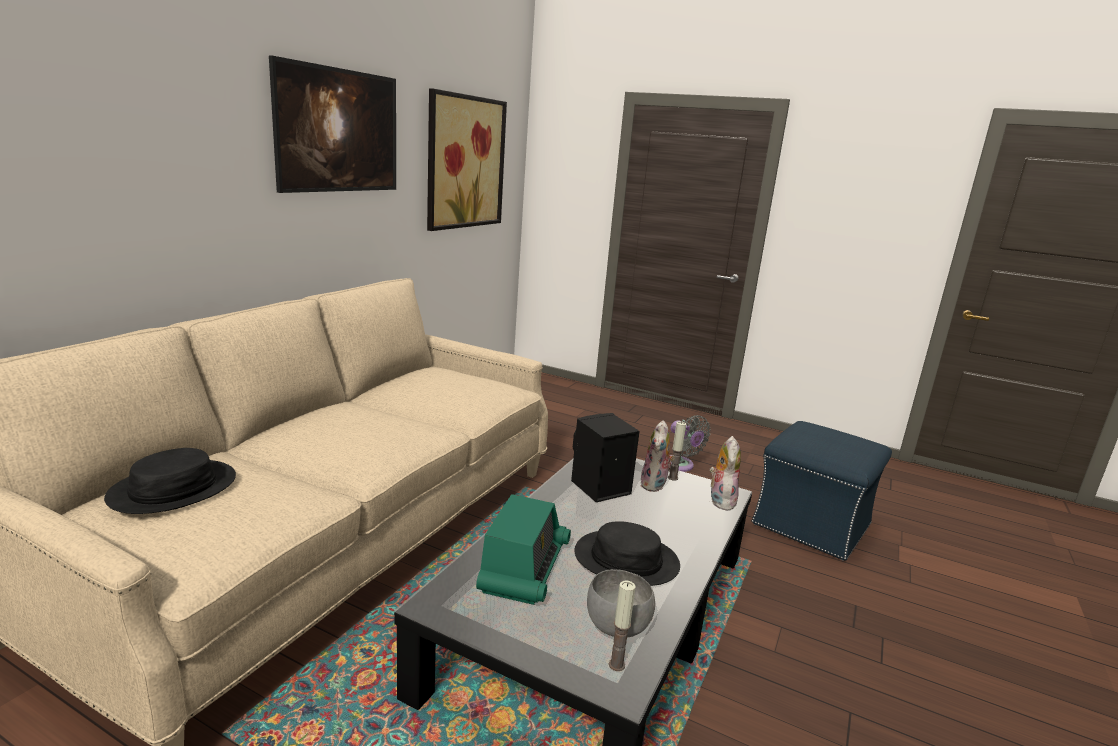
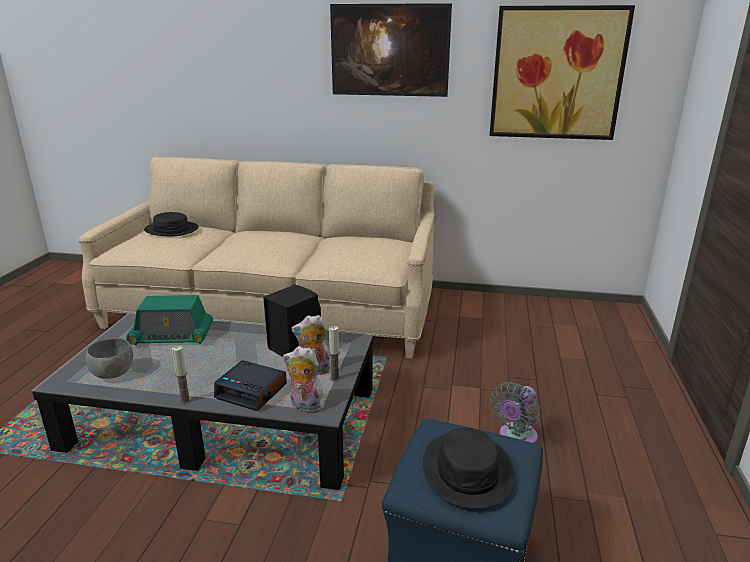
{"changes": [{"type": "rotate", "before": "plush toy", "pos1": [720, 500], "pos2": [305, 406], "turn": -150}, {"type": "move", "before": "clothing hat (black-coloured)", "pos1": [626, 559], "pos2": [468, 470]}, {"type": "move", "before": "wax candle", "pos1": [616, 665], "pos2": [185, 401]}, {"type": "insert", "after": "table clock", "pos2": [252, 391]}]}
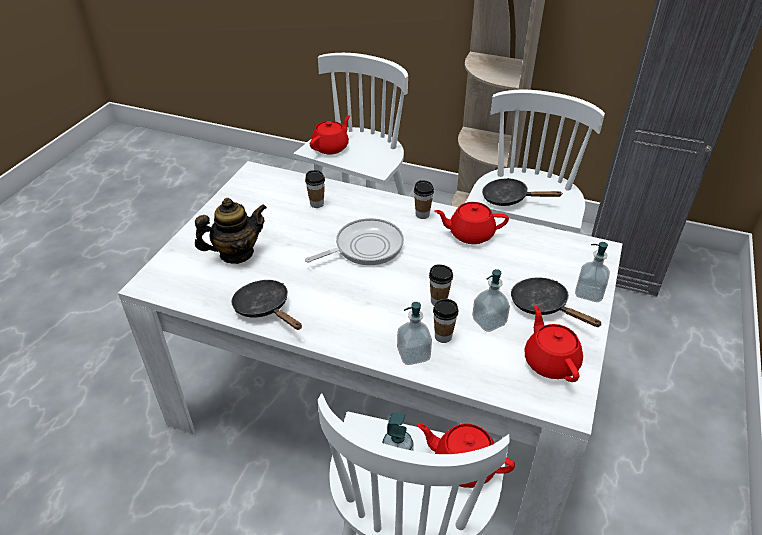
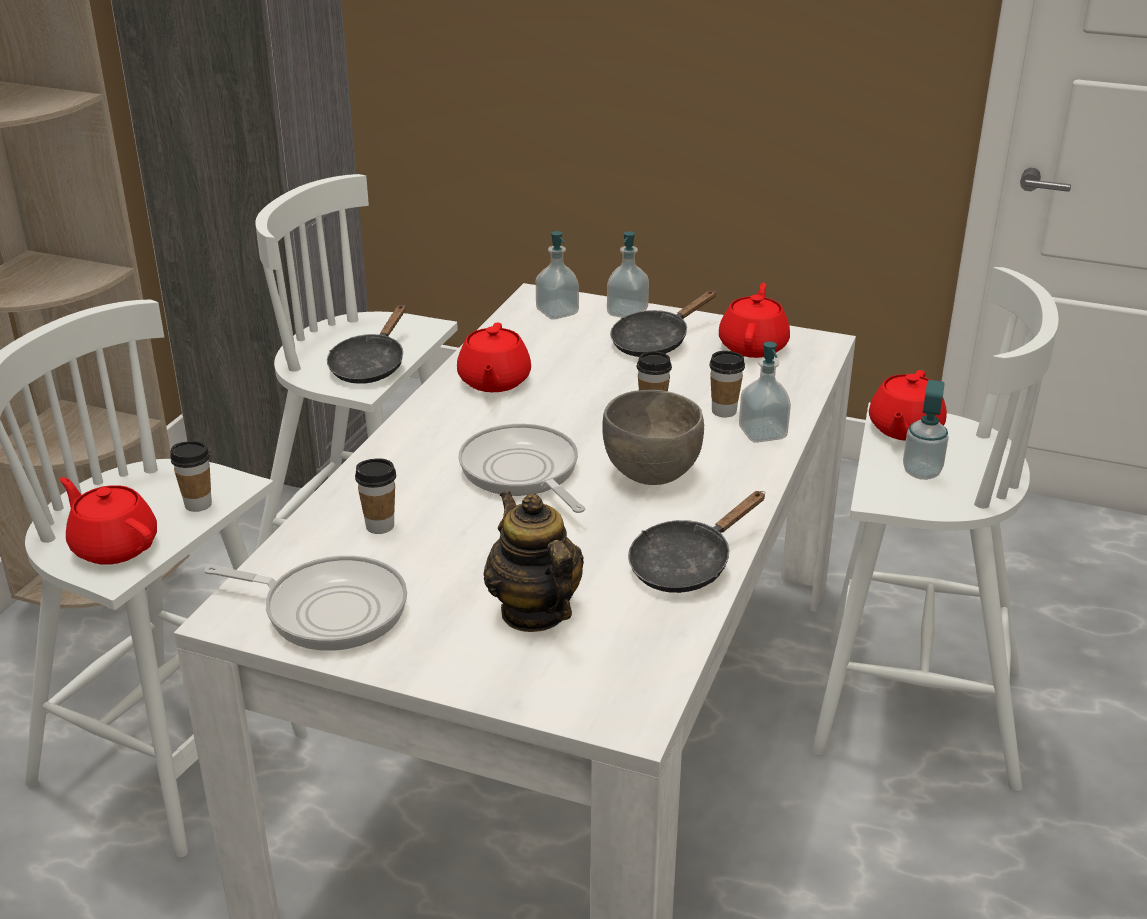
{"changes": [{"type": "move", "before": "small cup", "pos1": [422, 214], "pos2": [198, 504]}, {"type": "move", "before": "liquid soap bottle", "pos1": [489, 321], "pos2": [557, 312]}, {"type": "rotate", "before": "tea pot (reddish)", "pos1": [550, 361], "pos2": [753, 346], "turn": 120}, {"type": "insert", "after": "bowl (greyish)", "pos2": [651, 474]}, {"type": "insert", "after": "frying pan", "pos2": [328, 609]}]}
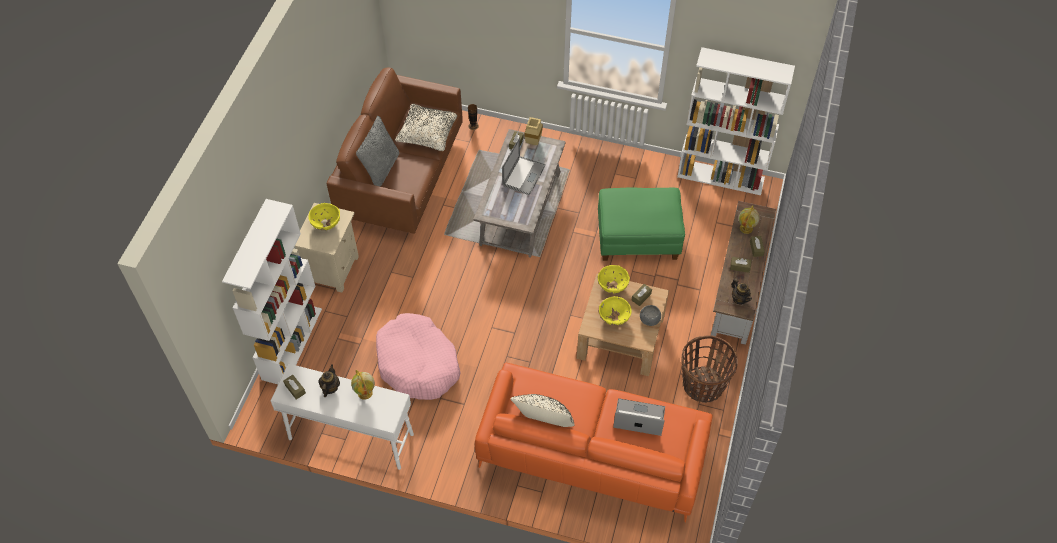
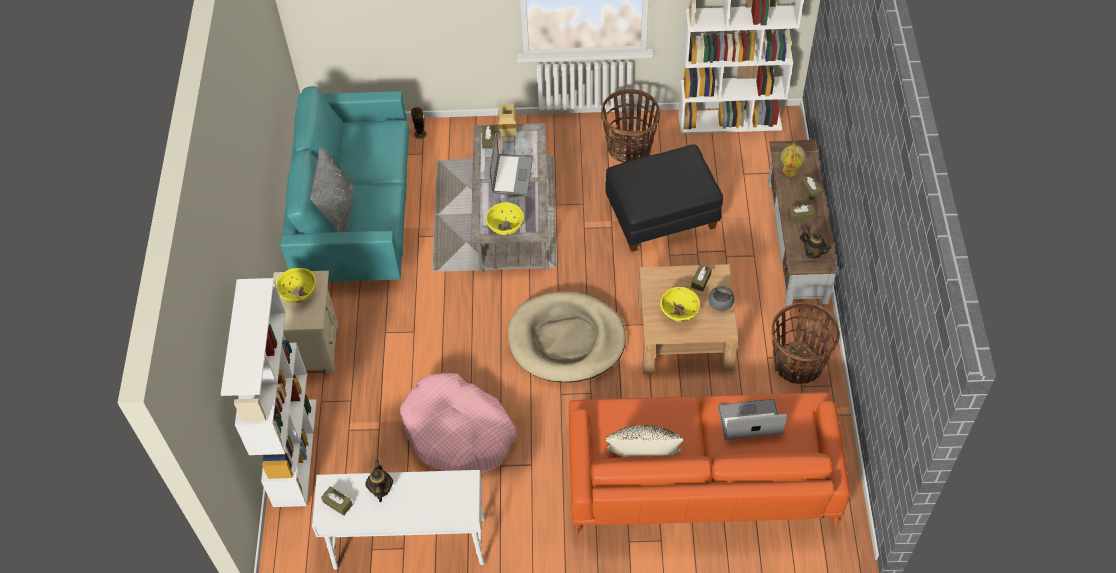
{"changes": [{"type": "recolor", "before": "couch (brownish)", "after": "couch (turquoise-coloured)", "pos1": [402, 177], "pos2": [357, 216]}, {"type": "delete", "before": "cushion (sand-coloured)", "pos1": [427, 132]}, {"type": "recolor", "before": "footrest (green-coloured)", "after": "footrest (black-coloured)", "pos1": [638, 238], "pos2": [661, 215]}, {"type": "move", "before": "bowl (yellow-coloured)", "pos1": [612, 286], "pos2": [505, 227]}, {"type": "delete", "before": "desk globe", "pos1": [365, 393]}, {"type": "insert", "after": "basket", "pos2": [629, 148]}, {"type": "insert", "after": "dog cushion (sand-coloured)", "pos2": [566, 340]}]}
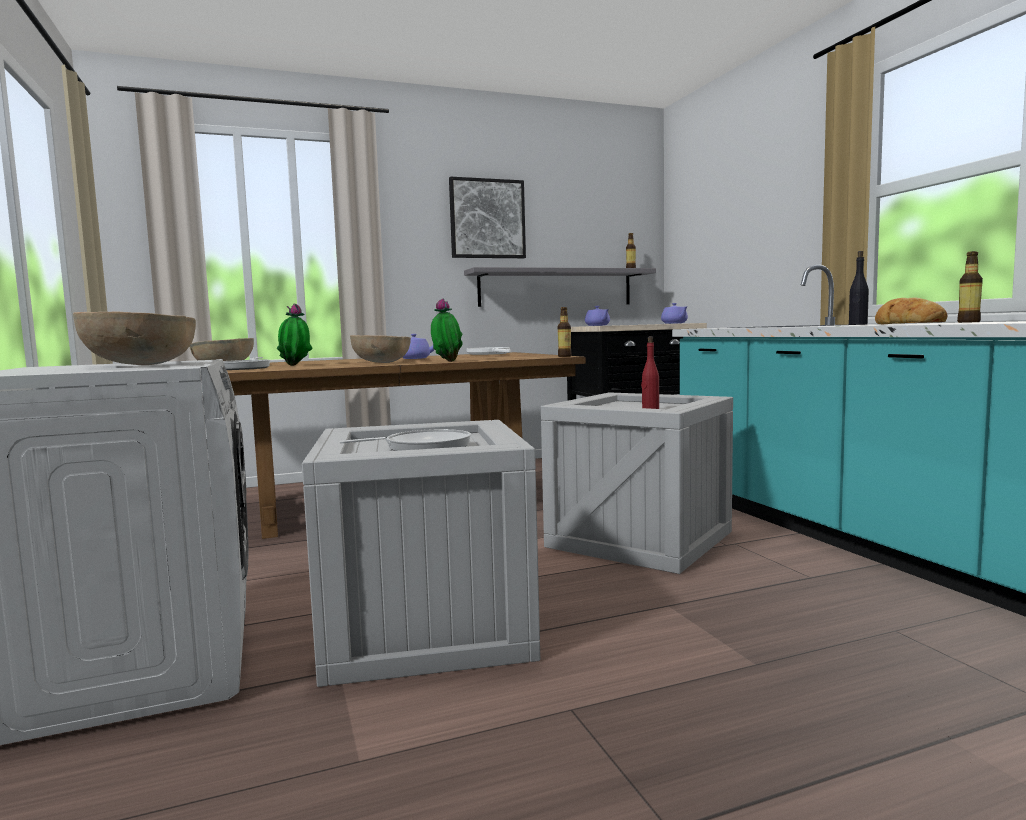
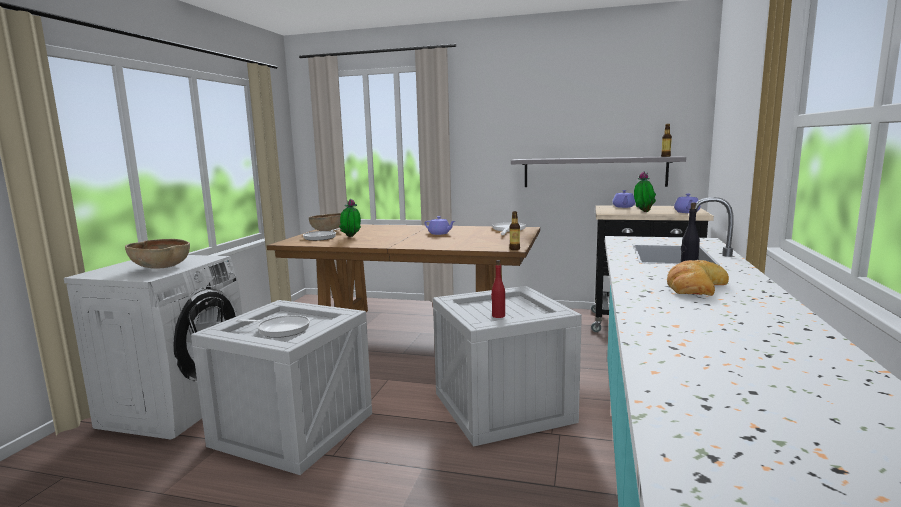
{"changes": [{"type": "delete", "before": "wall picture", "pos1": [487, 219]}, {"type": "delete", "before": "beverage bottle", "pos1": [968, 322]}, {"type": "move", "before": "potted plant", "pos1": [446, 361], "pos2": [643, 212]}, {"type": "delete", "before": "bowl (brownish)", "pos1": [381, 363]}]}
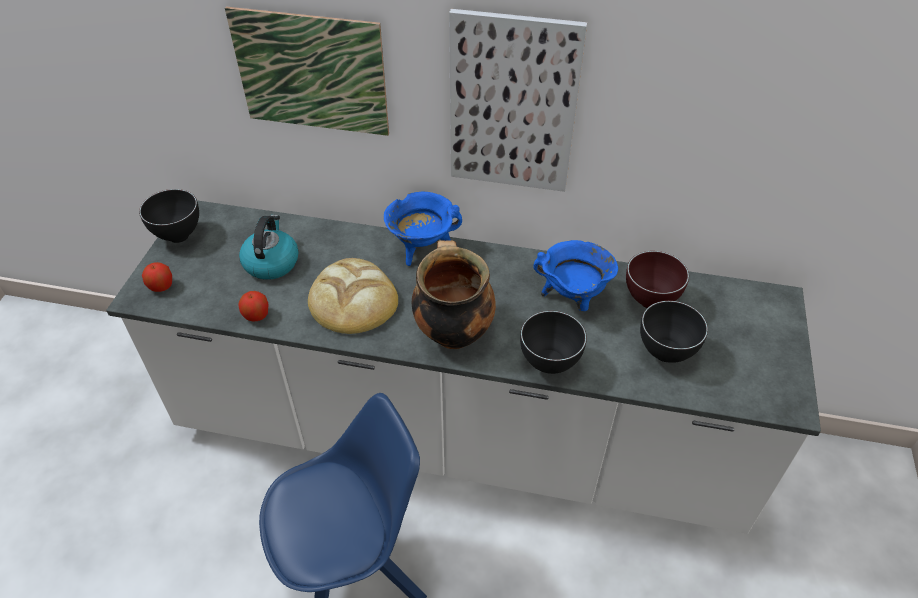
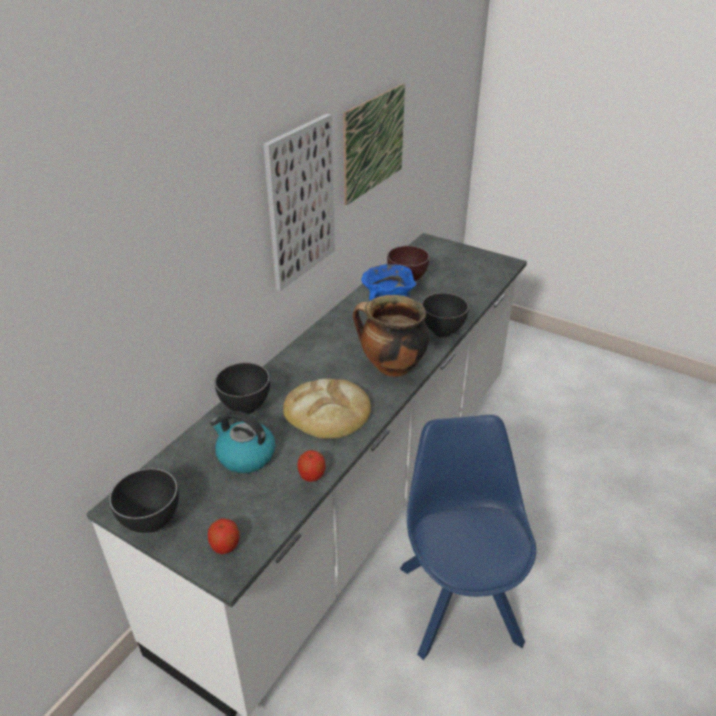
{"changes": [{"type": "move", "before": "wall picture", "pos1": [311, 73], "pos2": [374, 143]}, {"type": "delete", "before": "saucepot (blue-coloured)", "pos1": [422, 249]}, {"type": "move", "before": "bowl (black-coloured)", "pos1": [663, 353], "pos2": [245, 409]}]}
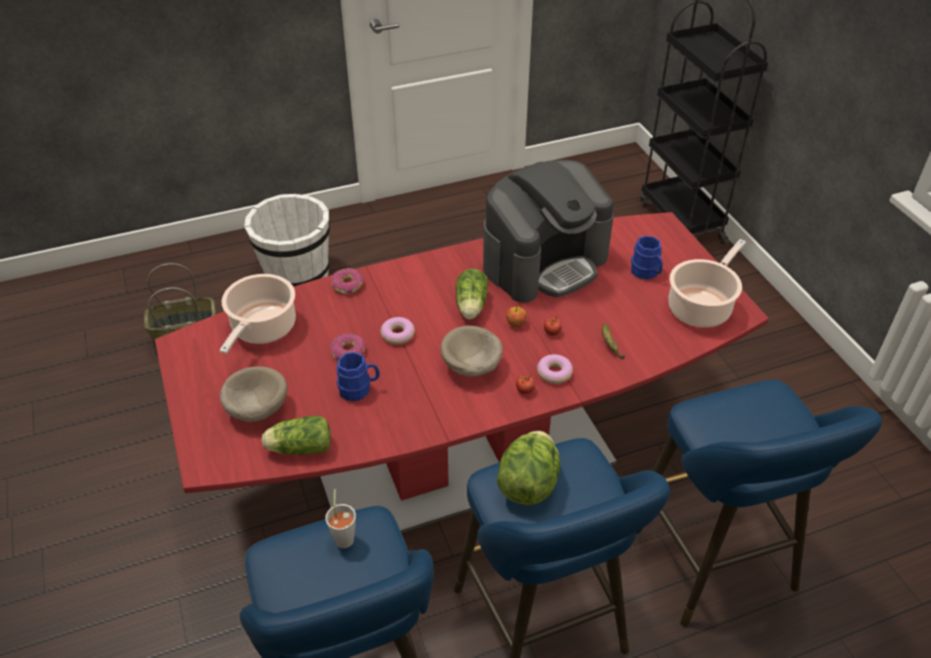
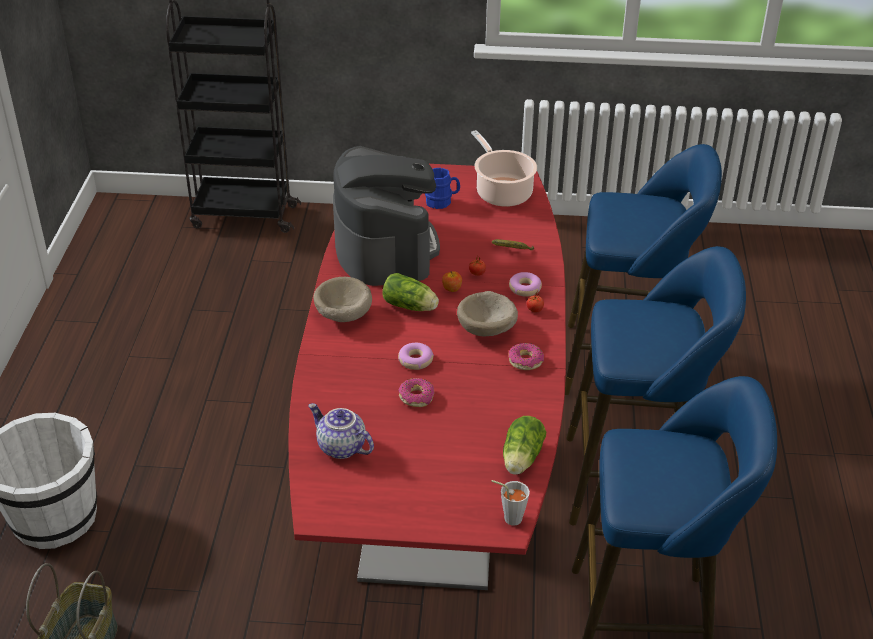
{"changes": [{"type": "move", "before": "ring doughnut", "pos1": [348, 285], "pos2": [525, 361]}, {"type": "replace", "before": "saucepot", "after": "tea pot", "pos1": [262, 329], "pos2": [340, 447]}, {"type": "delete", "before": "tea mug (blue-coloured)", "pos1": [359, 389]}, {"type": "move", "before": "bowl (sand-coloured)", "pos1": [256, 408], "pos2": [342, 316]}, {"type": "delete", "before": "lettuce", "pos1": [528, 484]}, {"type": "move", "before": "small cup (greyish)", "pos1": [344, 536], "pos2": [509, 517]}]}
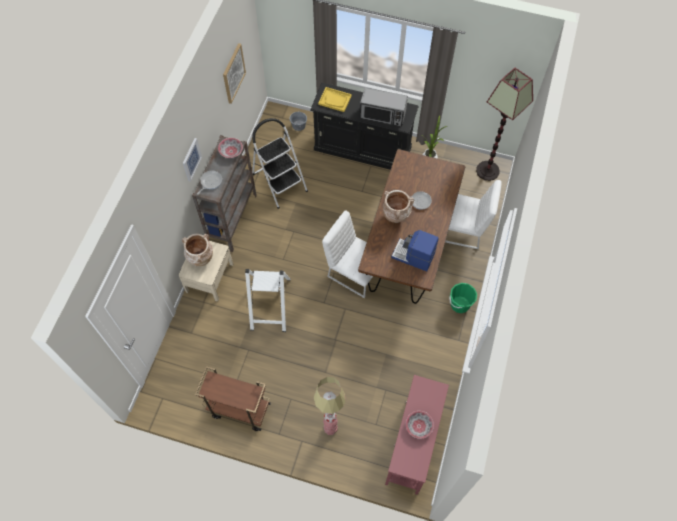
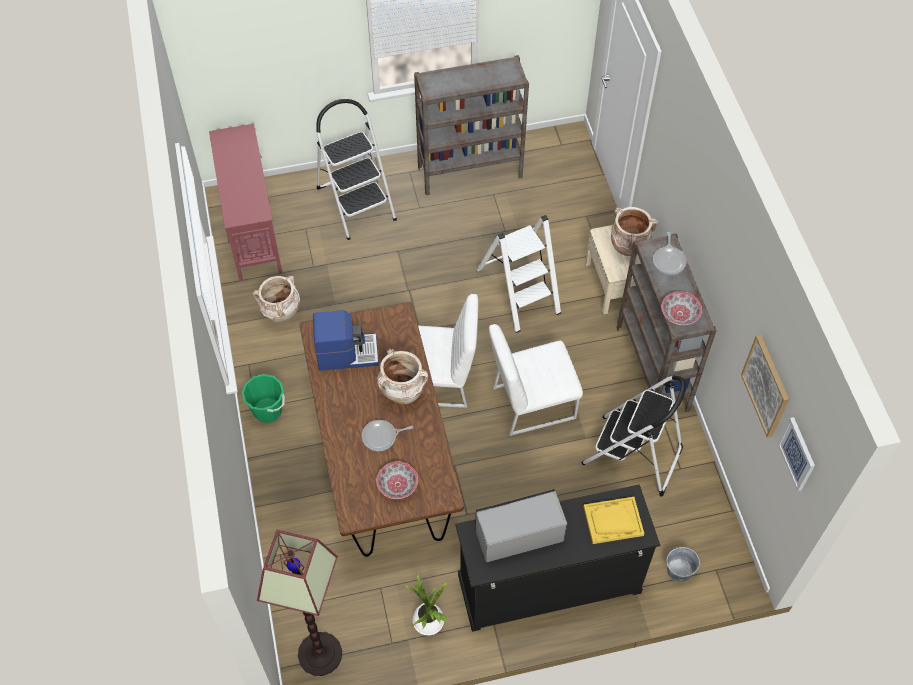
{"changes": [{"type": "move", "before": "wall picture", "pos1": [191, 159], "pos2": [797, 454]}, {"type": "move", "before": "upright chair (white-coloured)", "pos1": [461, 230], "pos2": [531, 403]}, {"type": "replace", "before": "trolley (brownish)", "after": "bookcase (greyish)", "pos1": [239, 410], "pos2": [470, 172]}, {"type": "replace", "before": "standing lamp", "after": "step stool", "pos1": [330, 428], "pos2": [355, 202]}, {"type": "move", "before": "bowl", "pos1": [418, 426], "pos2": [397, 484]}, {"type": "insert", "after": "decorative vase (sand-coloured)", "pos2": [282, 317]}]}
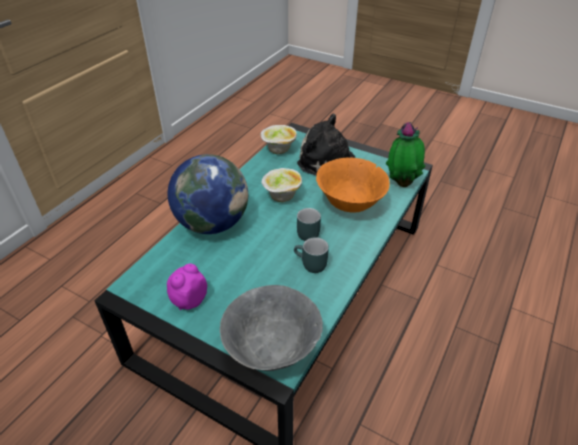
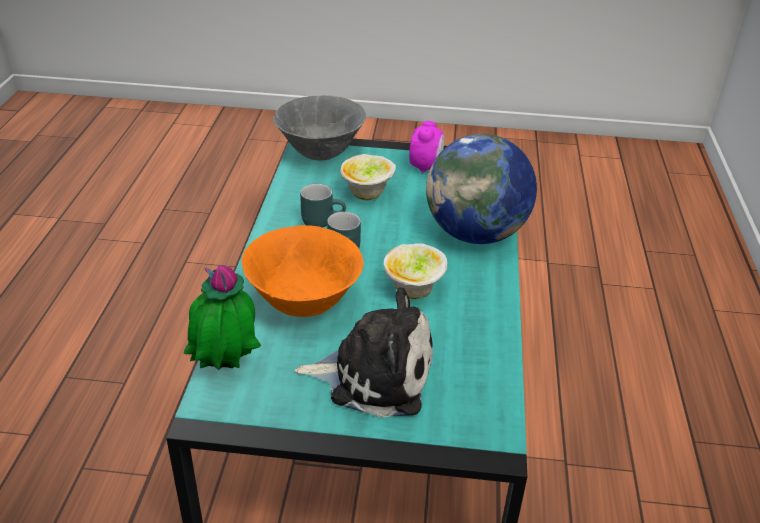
{"changes": [{"type": "move", "before": "bowl", "pos1": [278, 150], "pos2": [368, 195]}]}
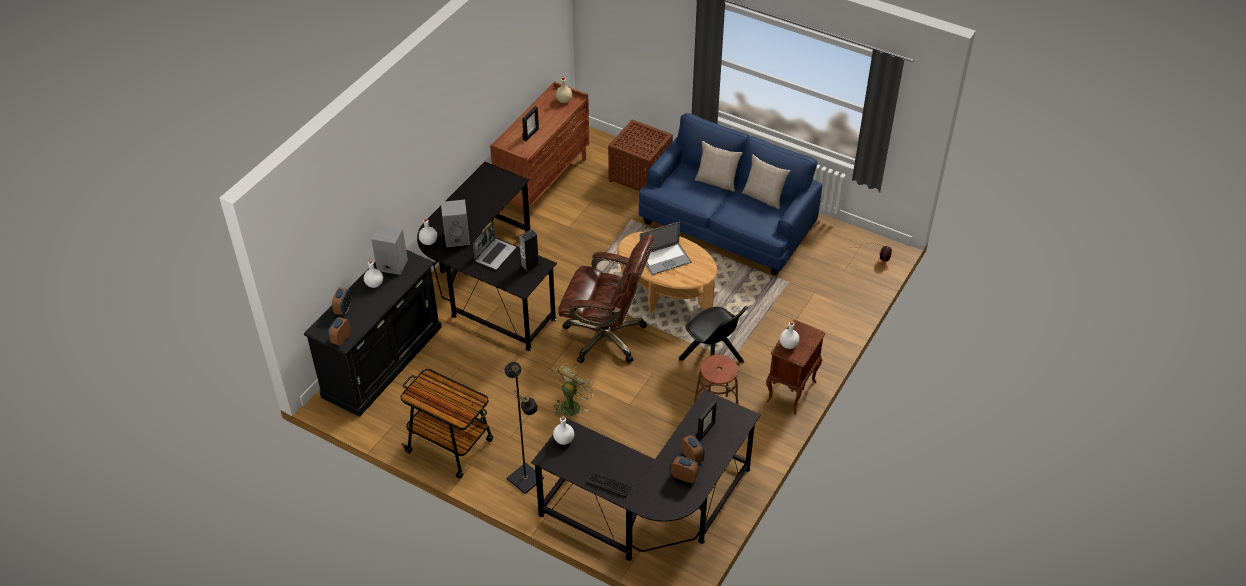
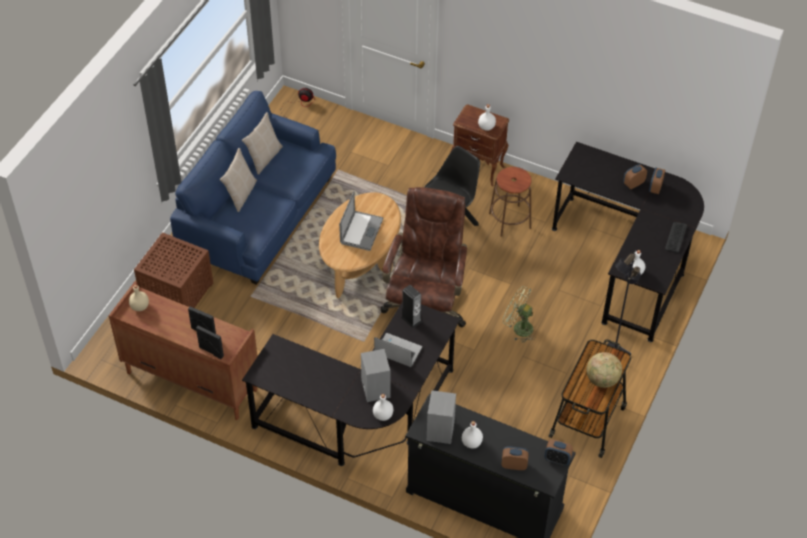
{"changes": [{"type": "rotate", "before": "notebook computer", "pos1": [665, 259], "pos2": [361, 231], "turn": 45}, {"type": "move", "before": "photo frame", "pos1": [705, 430], "pos2": [211, 352]}, {"type": "insert", "after": "desk globe", "pos2": [602, 380]}]}
